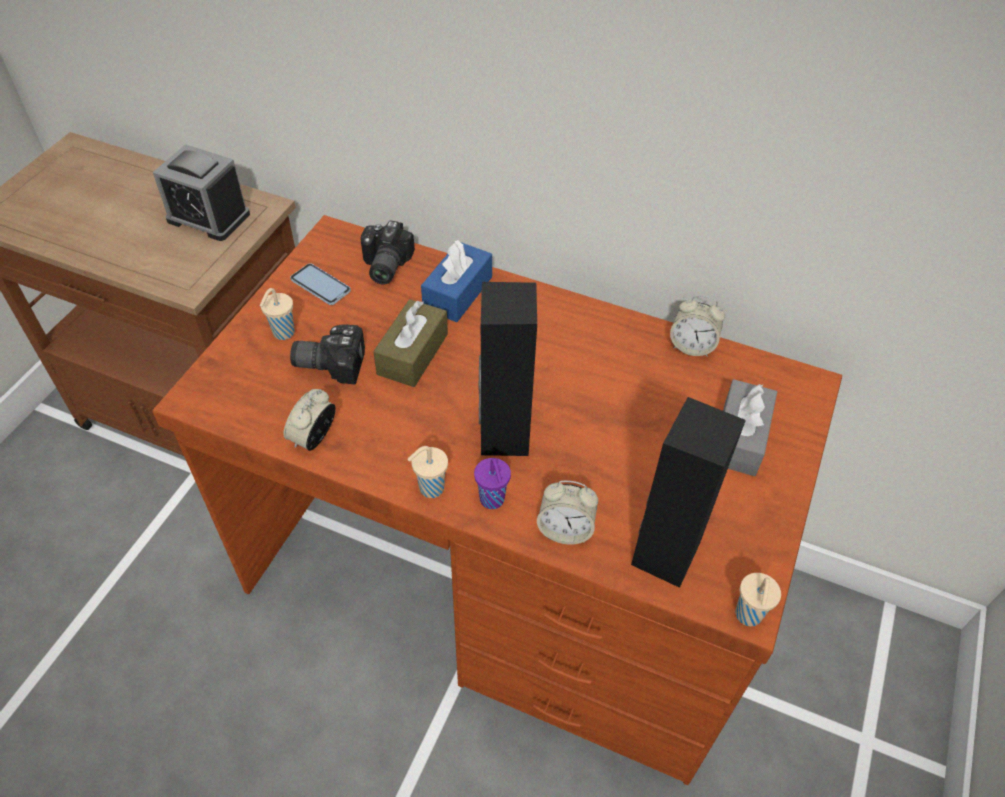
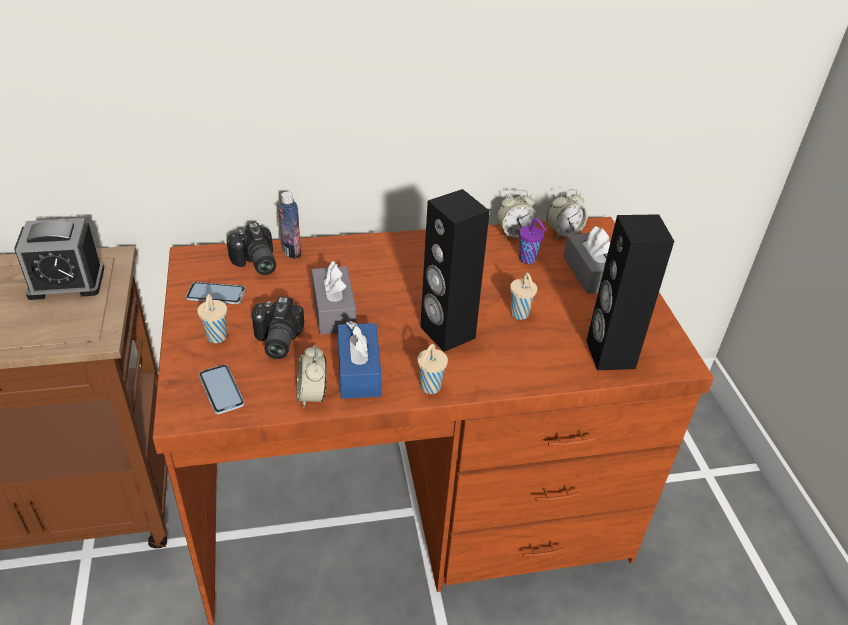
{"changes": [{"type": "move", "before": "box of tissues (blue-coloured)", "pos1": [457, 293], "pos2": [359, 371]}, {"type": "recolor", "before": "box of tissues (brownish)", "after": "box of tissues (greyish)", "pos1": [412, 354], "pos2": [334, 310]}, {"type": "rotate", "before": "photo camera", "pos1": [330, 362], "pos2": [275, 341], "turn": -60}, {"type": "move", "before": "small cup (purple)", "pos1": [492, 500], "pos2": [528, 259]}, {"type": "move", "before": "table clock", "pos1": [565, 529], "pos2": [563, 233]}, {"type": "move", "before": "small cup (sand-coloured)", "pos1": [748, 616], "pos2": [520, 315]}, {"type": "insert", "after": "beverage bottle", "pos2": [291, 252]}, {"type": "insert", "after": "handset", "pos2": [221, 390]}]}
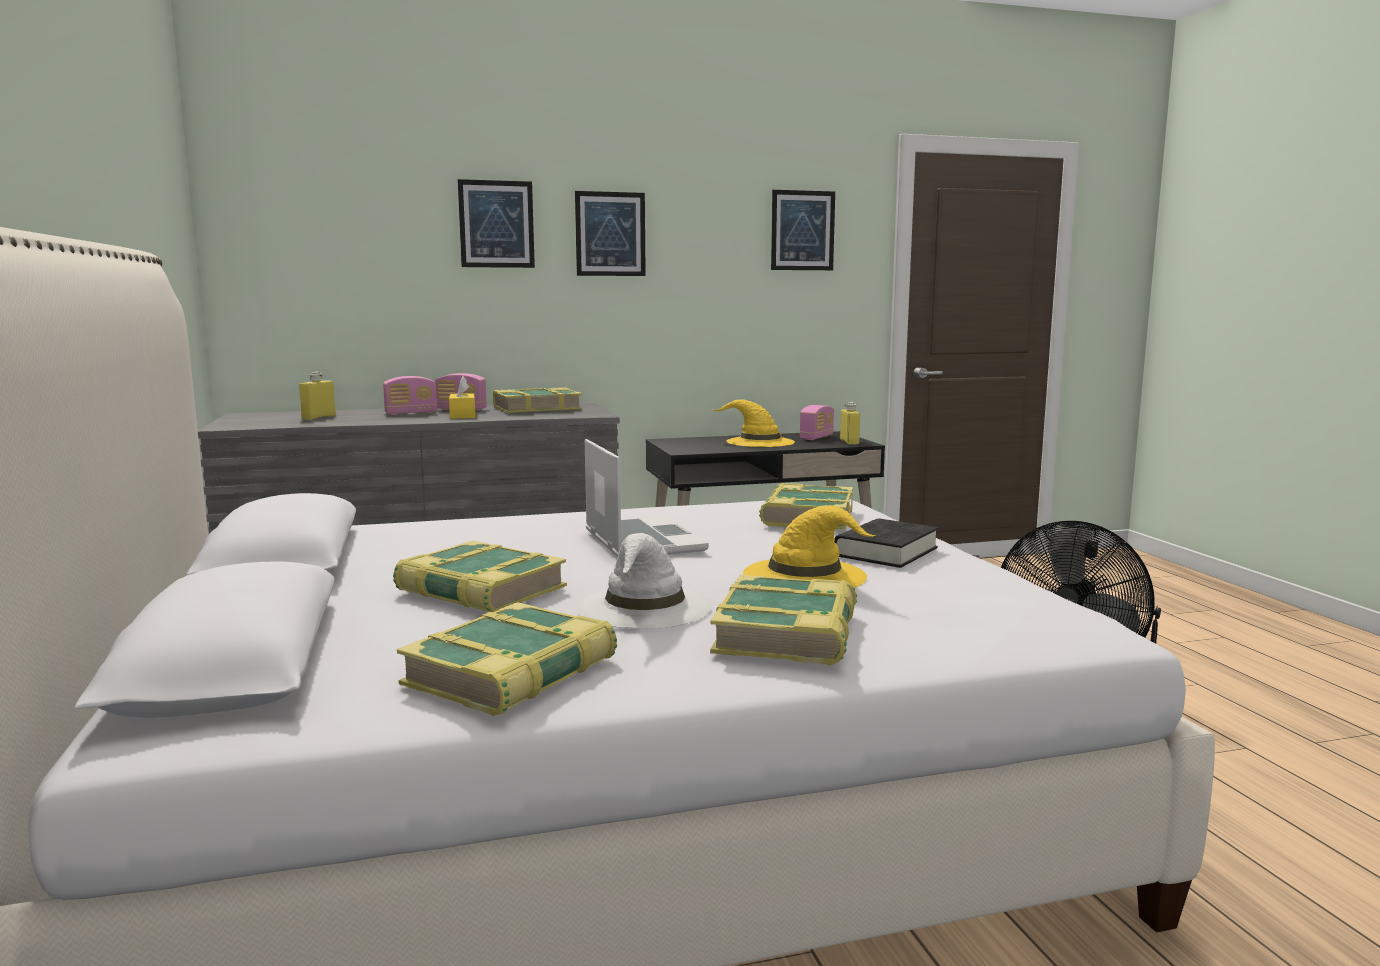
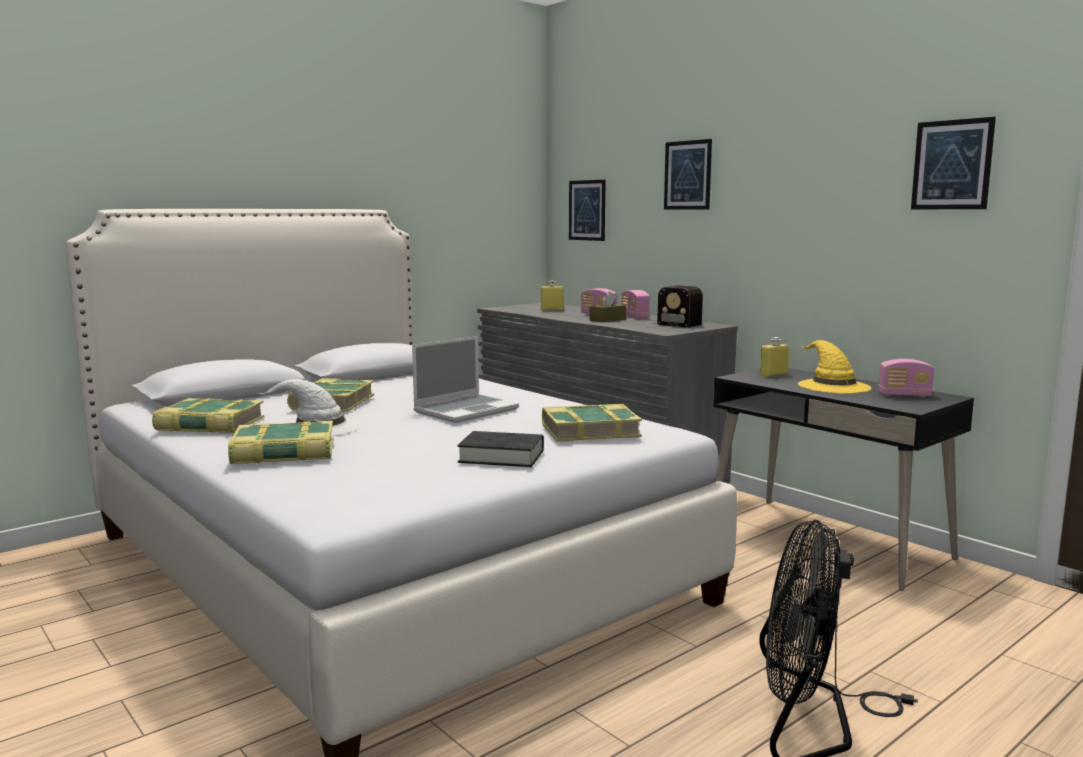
{"changes": [{"type": "move", "before": "wall picture", "pos1": [610, 234], "pos2": [587, 210]}, {"type": "recolor", "before": "box of tissues (yellow-coloured)", "after": "box of tissues (brownish)", "pos1": [462, 415], "pos2": [607, 320]}, {"type": "replace", "before": "bound book", "after": "radio receiver", "pos1": [536, 409], "pos2": [669, 323]}, {"type": "move", "before": "beverage bottle (yellow-coloured)", "pos1": [849, 442], "pos2": [773, 375]}, {"type": "delete", "before": "clothing hat (yellow-coloured)", "pos1": [806, 575]}]}
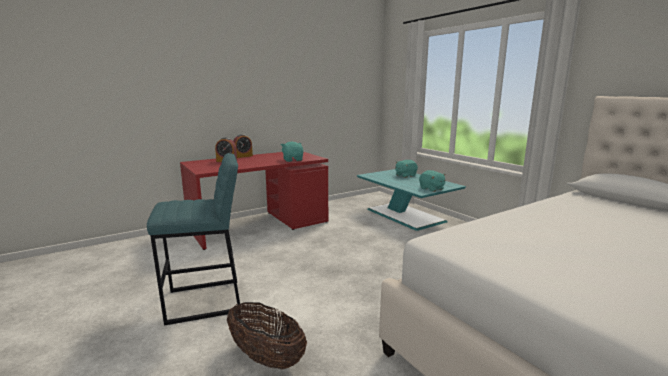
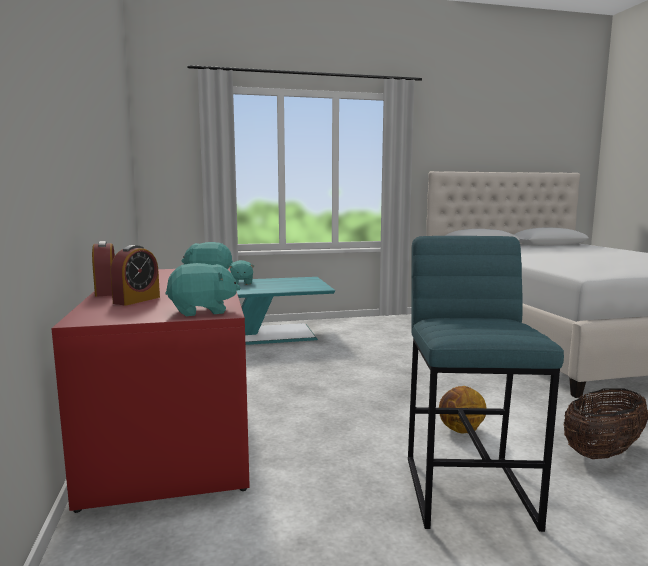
{"changes": [{"type": "move", "before": "plush toy (turquoise-coloured)", "pos1": [431, 189], "pos2": [202, 311]}, {"type": "insert", "after": "ball for basketball", "pos2": [461, 430]}]}
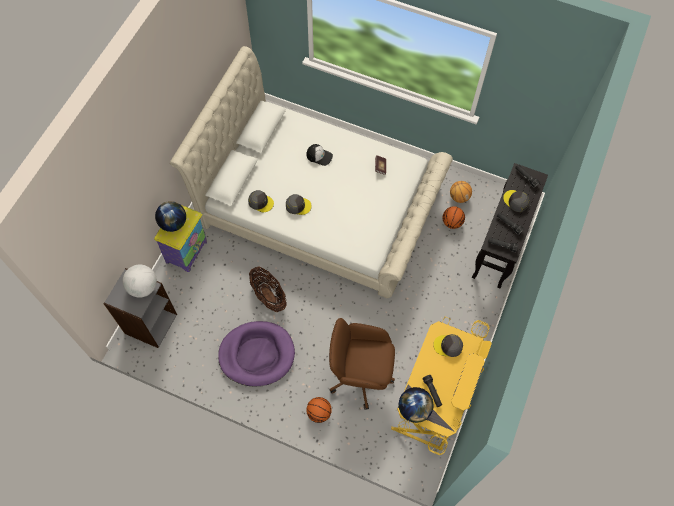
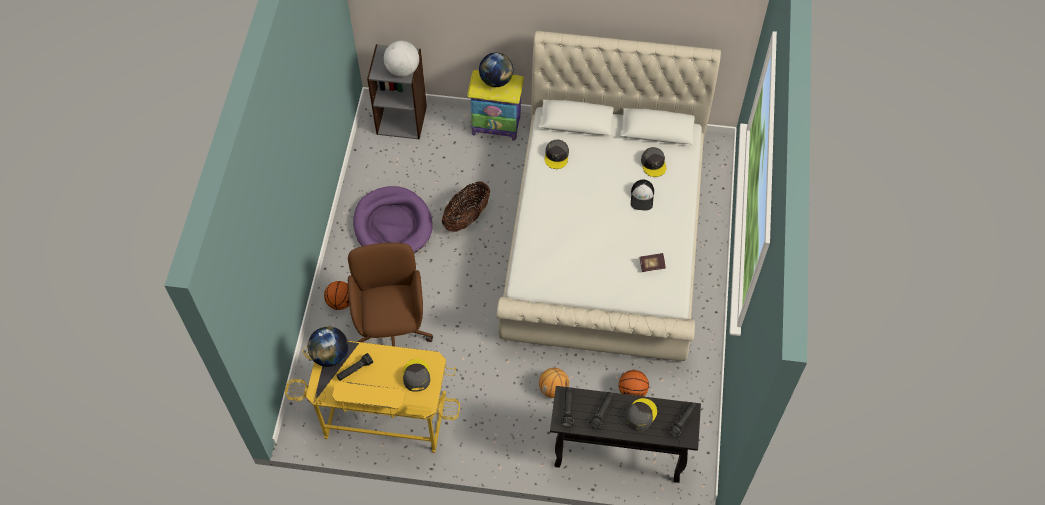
{"changes": [{"type": "move", "before": "ball for basketball", "pos1": [459, 197], "pos2": [553, 389]}, {"type": "move", "before": "baseball cap (greyish)", "pos1": [298, 205], "pos2": [653, 163]}]}
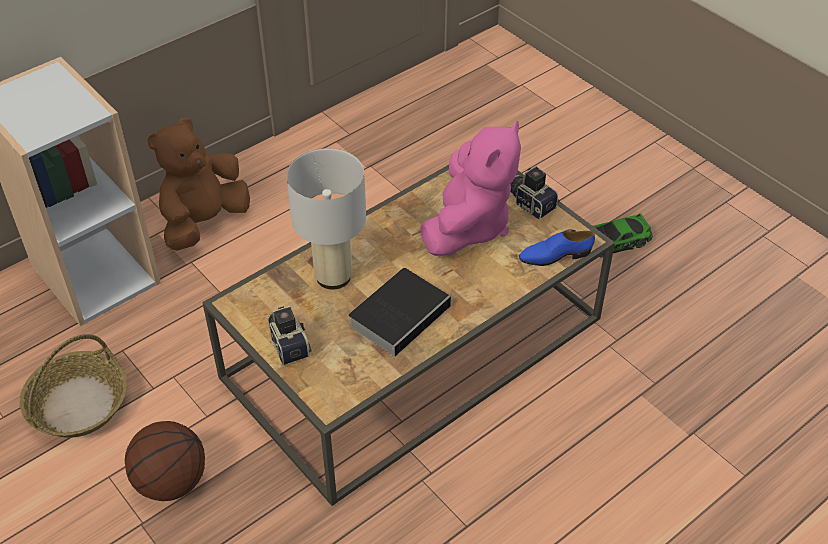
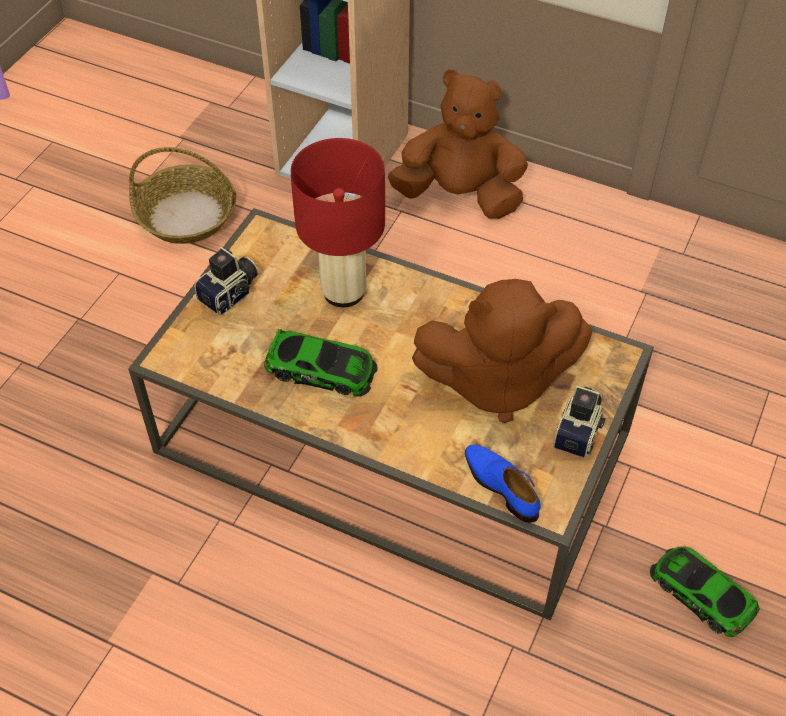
{"changes": [{"type": "recolor", "before": "plush toy (pinkish)", "after": "plush toy (brownish)", "pos1": [468, 226], "pos2": [497, 381]}, {"type": "recolor", "before": "lamp for a table (white-coloured)", "after": "lamp for a table (reddish)", "pos1": [332, 276], "pos2": [343, 291]}, {"type": "replace", "before": "bound book", "after": "miniature car", "pos1": [401, 313], "pos2": [321, 369]}, {"type": "delete", "before": "ball for basketball", "pos1": [170, 482]}]}
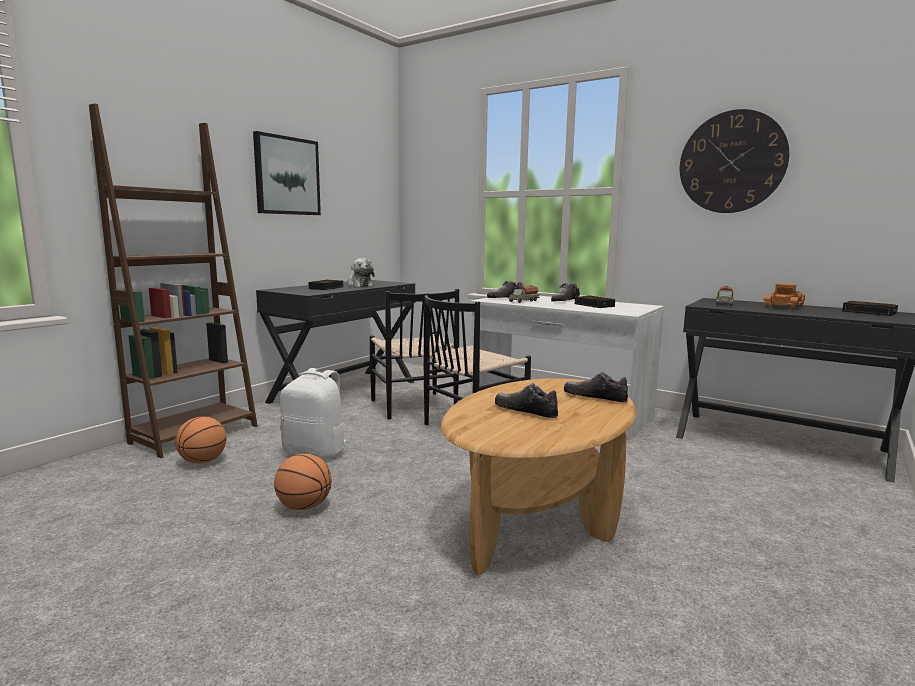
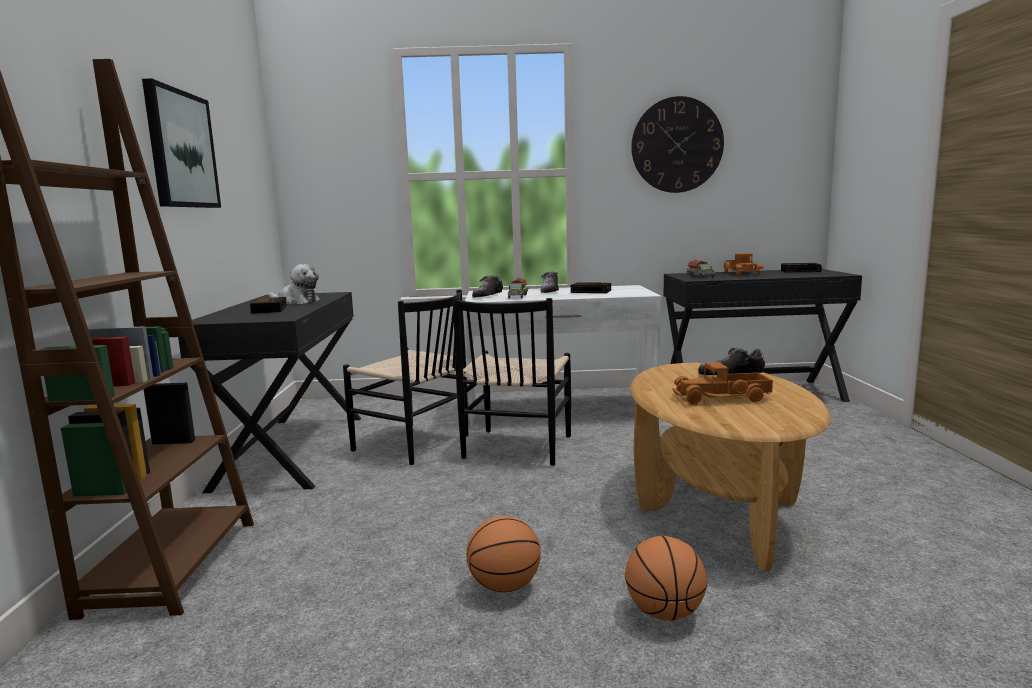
{"changes": [{"type": "delete", "before": "backpack (white-coloured)", "pos1": [316, 452]}, {"type": "replace", "before": "item of footwear", "after": "model truck", "pos1": [525, 411], "pos2": [722, 398]}, {"type": "move", "before": "ball for basketball", "pos1": [203, 461], "pos2": [664, 613]}]}
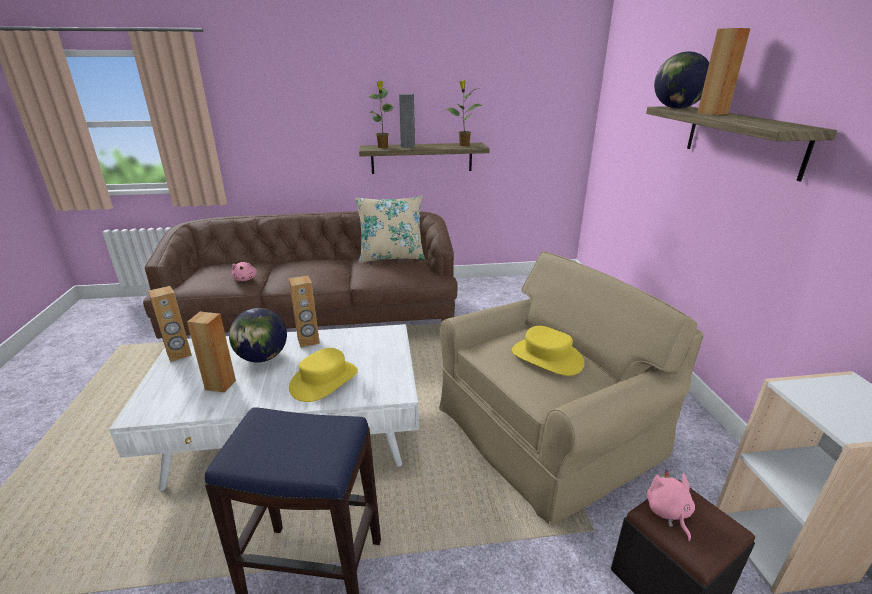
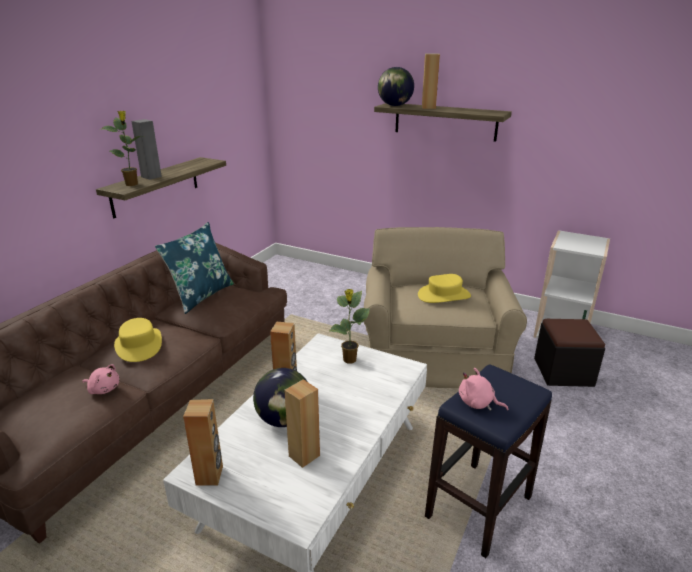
{"changes": [{"type": "move", "before": "potted plant", "pos1": [463, 145], "pos2": [349, 360]}, {"type": "recolor", "before": "cushion (sand-coloured)", "after": "cushion (blue-coloured)", "pos1": [391, 257], "pos2": [201, 295]}, {"type": "move", "before": "clothing hat (yellow-coloured)", "pos1": [324, 380], "pos2": [139, 345]}, {"type": "move", "before": "plush toy (pinkish)", "pos1": [668, 512], "pos2": [478, 403]}]}
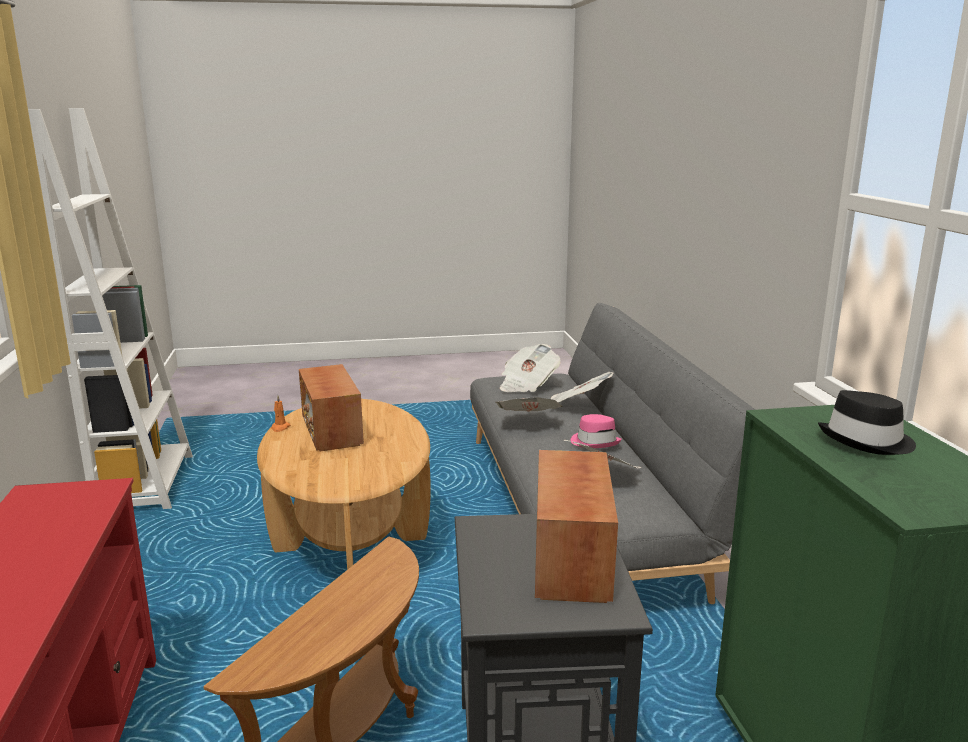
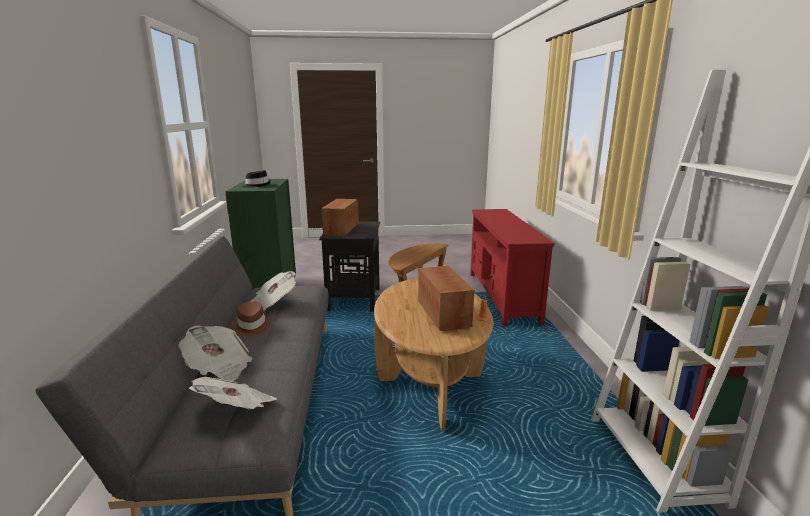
{"changes": [{"type": "delete", "before": "newspaper", "pos1": [528, 422]}, {"type": "recolor", "before": "clothing hat (pinkish)", "after": "clothing hat (brownish)", "pos1": [595, 442], "pos2": [251, 326]}]}
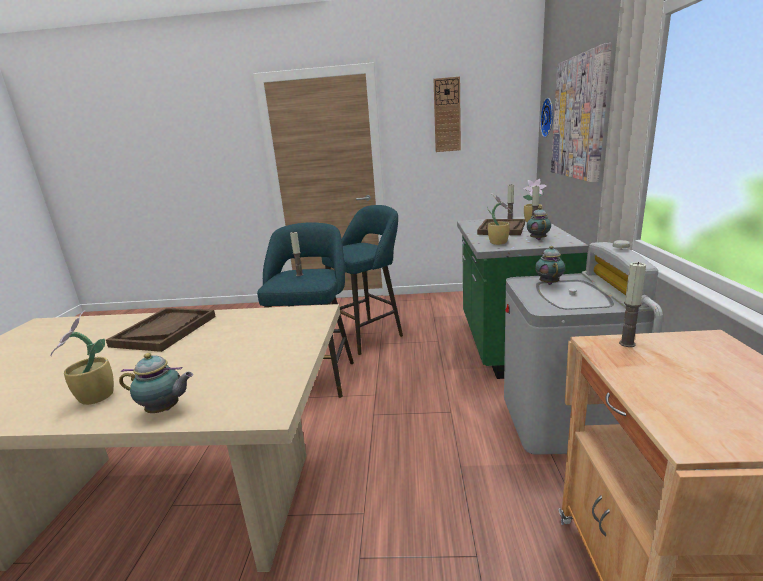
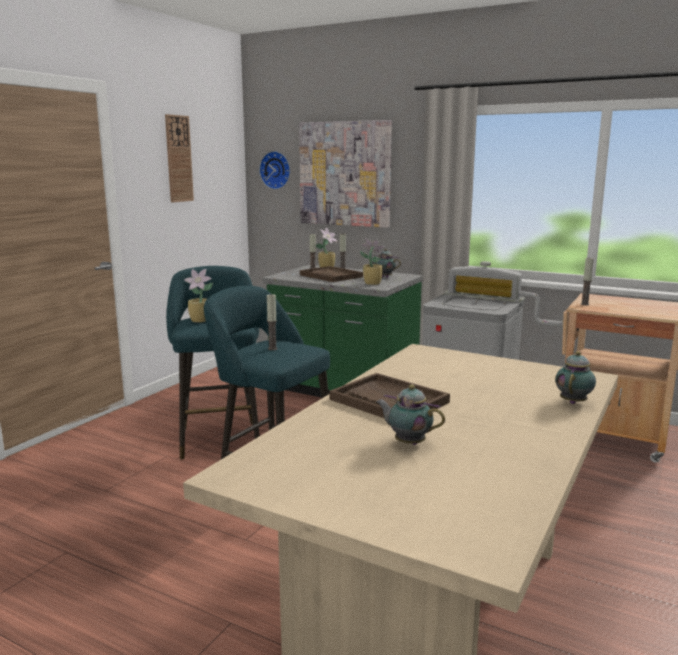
{"changes": [{"type": "move", "before": "tea pot", "pos1": [548, 283], "pos2": [408, 442]}, {"type": "move", "before": "potted plant", "pos1": [95, 398], "pos2": [200, 320]}]}
